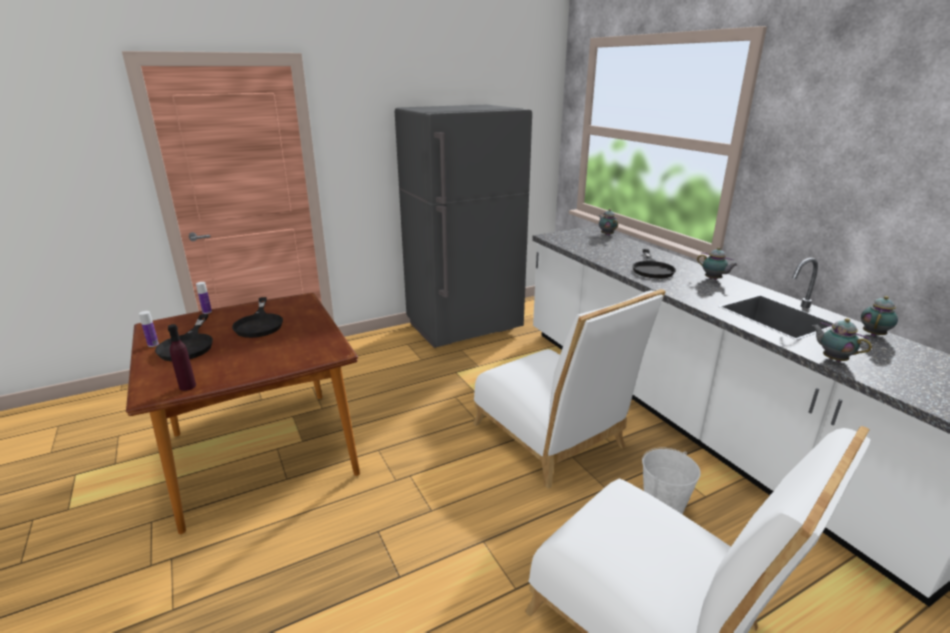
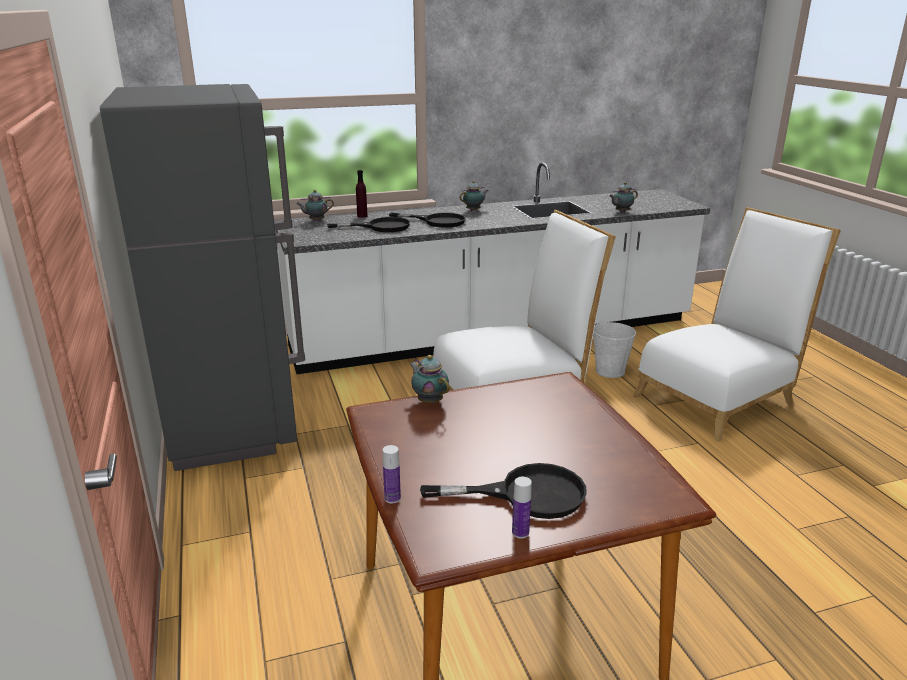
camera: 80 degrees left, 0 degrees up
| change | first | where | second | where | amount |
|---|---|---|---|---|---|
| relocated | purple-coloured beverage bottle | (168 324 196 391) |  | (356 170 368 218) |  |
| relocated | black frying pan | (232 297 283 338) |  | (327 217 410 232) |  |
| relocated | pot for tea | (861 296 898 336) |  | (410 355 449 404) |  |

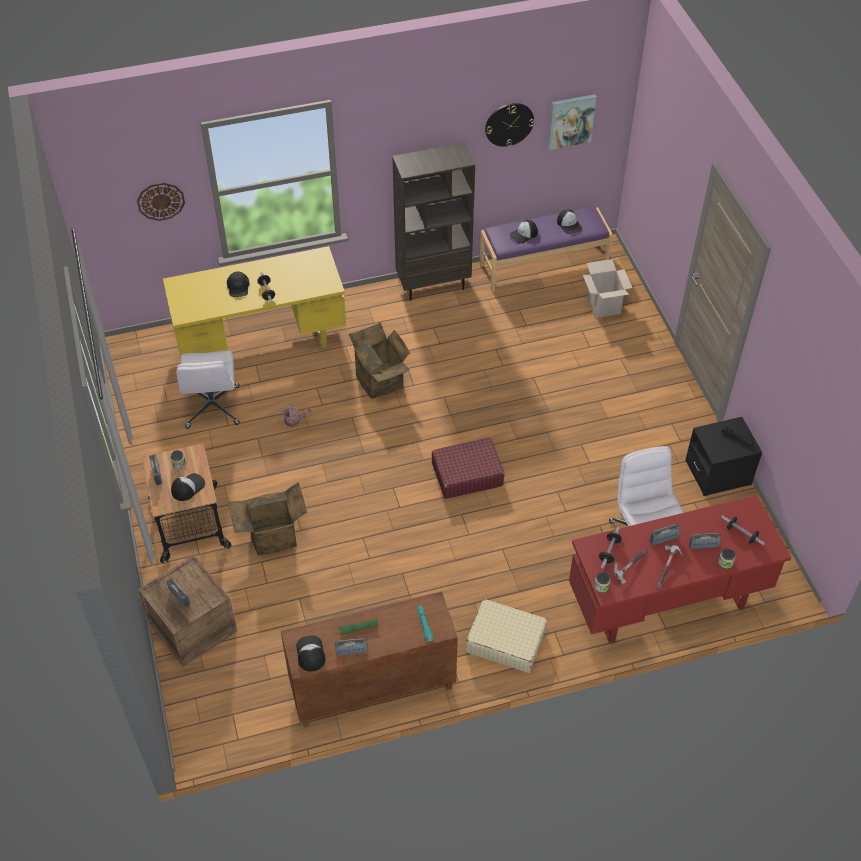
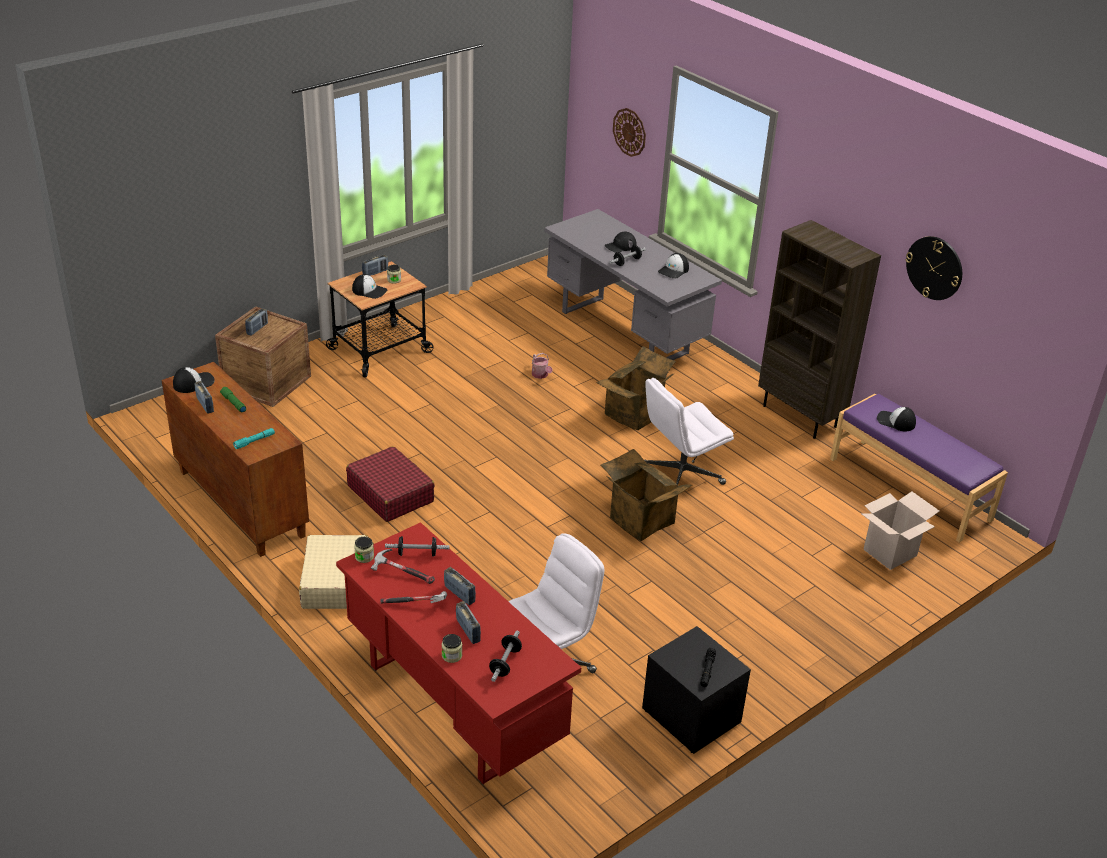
camera: 65 degrees right, 15 degrees down
| change | first | where | second | where | amount |
|---|---|---|---|---|---|
| colour | yellow desk | (163 246 346 359) | grey desk | (544 209 722 360) |  |
| relocated | whitish computer chair | (176 350 240 429) |  | (645 378 734 485) |  |
| relocated | carton | (227 482 307 555) |  | (601 449 692 541) |  |
| relocated | red-coloured travel case | (432 438 505 499) |  | (346 446 435 522) |  |
| missing | wall art | (548 94 596 150) |  |  |  |
| relocated | cap | (557 209 582 234) |  | (658 253 689 279) |  |

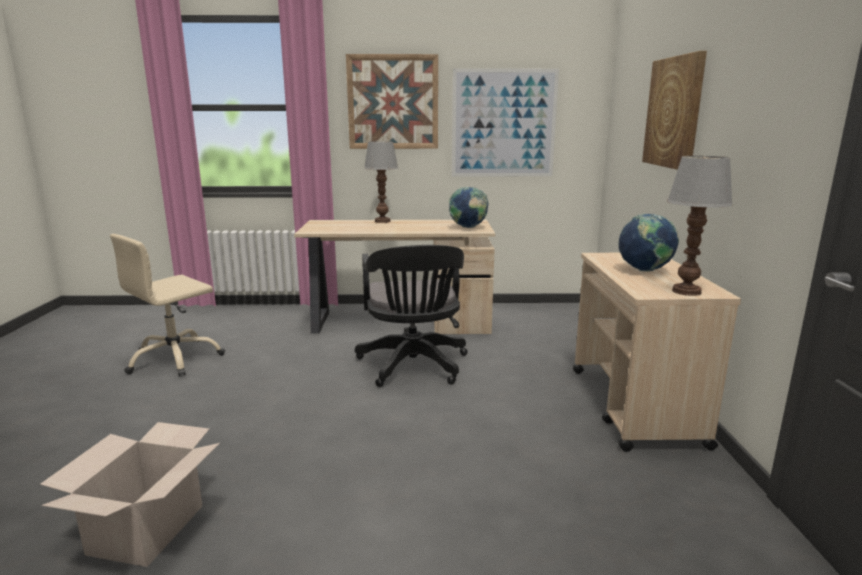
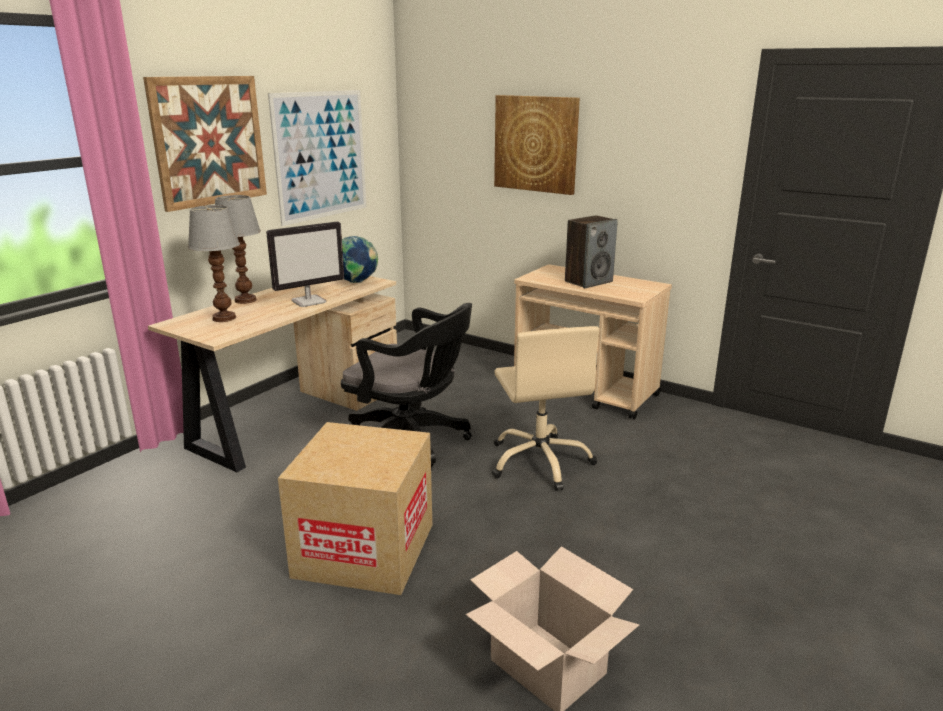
camera: 55 degrees left, 5 degrees up
| change | first | where | second | where | amount |
|---|---|---|---|---|---|
| relocated | beige computer chair | (110 234 225 377) |  | (492 326 599 491) |  |
| exchanged | globe | (619 214 679 272) | audio speaker | (565 215 618 288) |  |
| relocated | table lamp | (667 156 733 296) |  | (188 205 240 322) |  |
| appeared |  |  | computer screen | (266 221 344 307) |  |
| appeared |  |  | carton | (278 422 432 595) |  |

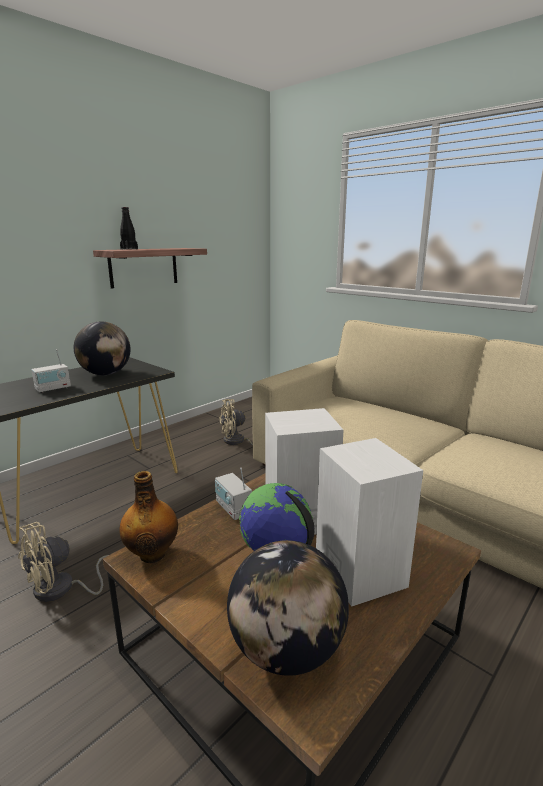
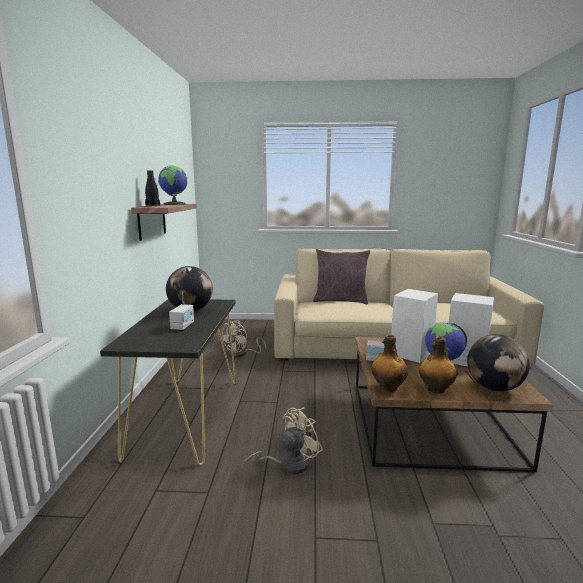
camera: 40 degrees left, 5 degrees down
| change | first | where | second | where | amount |
|---|---|---|---|---|---|
| spun | beige electric fan | (18 522 109 602) |  | (243 408 323 474) | 135 degrees counterclockwise |
| appeared |  |  | globe | (158 165 188 205) |  |
| appeared |  |  | grey pillow | (313 249 370 304) |  |
| appeared |  |  | beverage bottle | (419 336 457 394) |  |

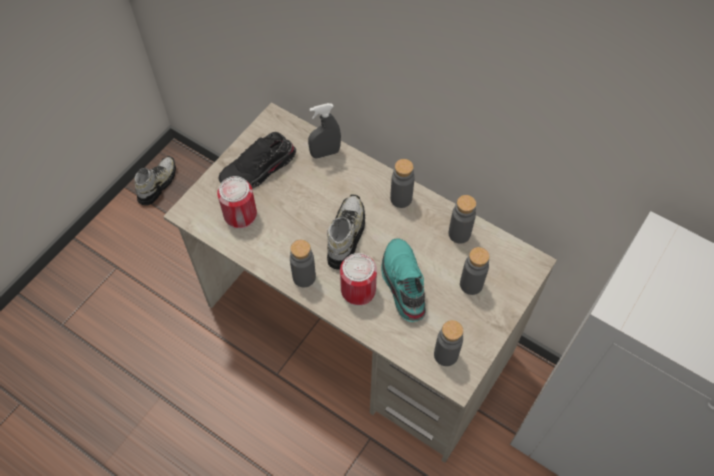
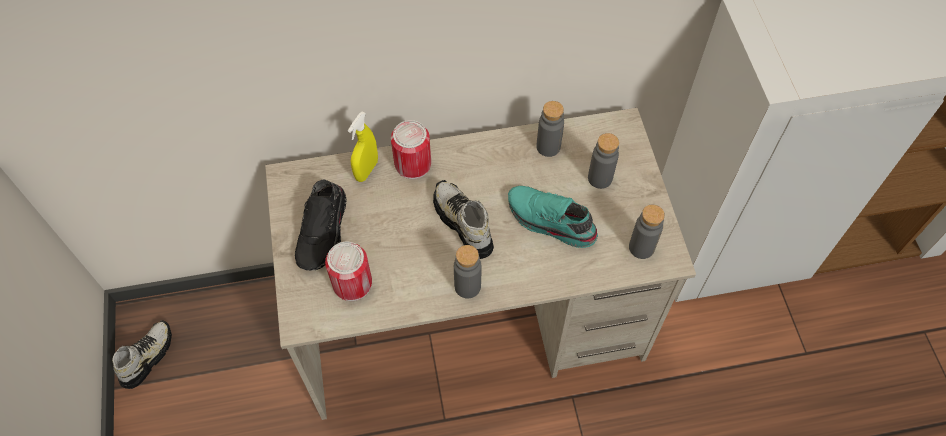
camera: 45 degrees left, 0 degrees up
| change | first | where | second | where | amount |
|---|---|---|---|---|---|
| spun | shoe | (134 156 176 206) |  | (112 320 172 389) | 45 degrees clockwise |
| colour | grey spray bottle | (308 103 341 158) | yellow spray bottle | (348 112 378 182) |  |
| relocated | sealed can | (340 253 377 306) |  | (391 120 431 179) |  |
| missing | grey beverage bottle | (390 159 415 208) |  |  |  |

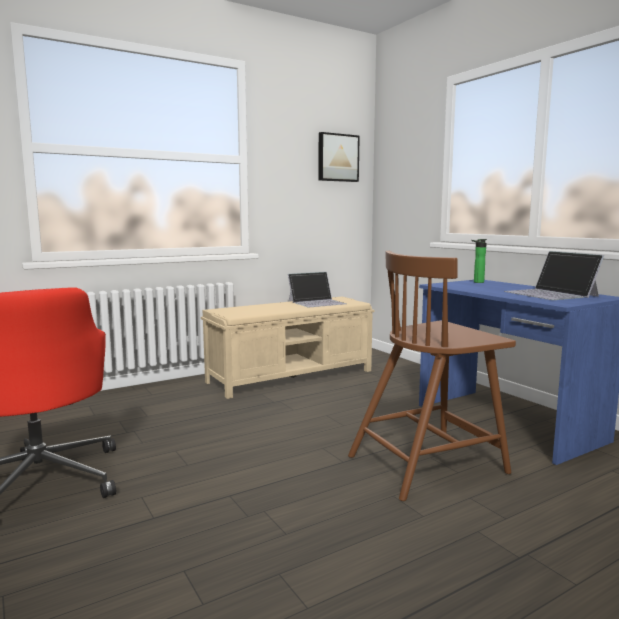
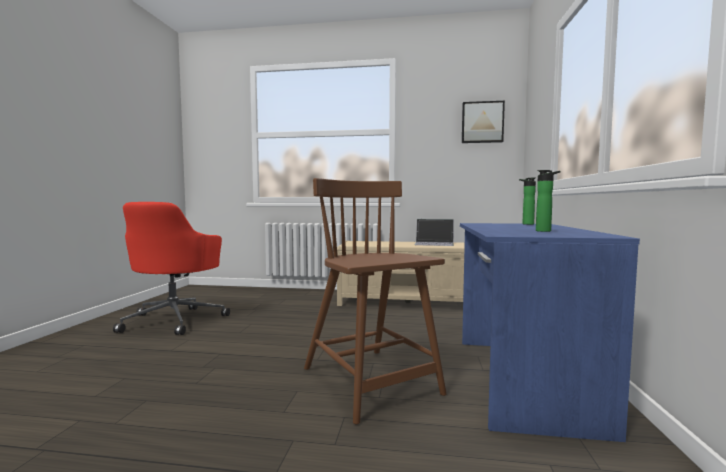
camera: 40 degrees right, 5 degrees down
| change | first | where | second | where | amount |
|---|---|---|---|---|---|
| spun | brown upright chair | (348 251 516 501) |  | (304 178 446 425) | 45 degrees clockwise |
| exchanged | laptop | (504 251 604 300) | beverage bottle | (536 170 560 232) |  |

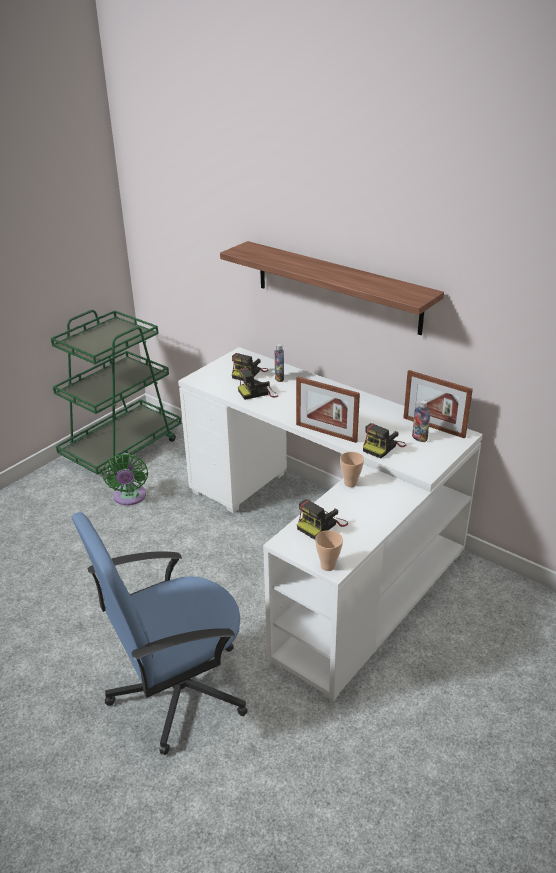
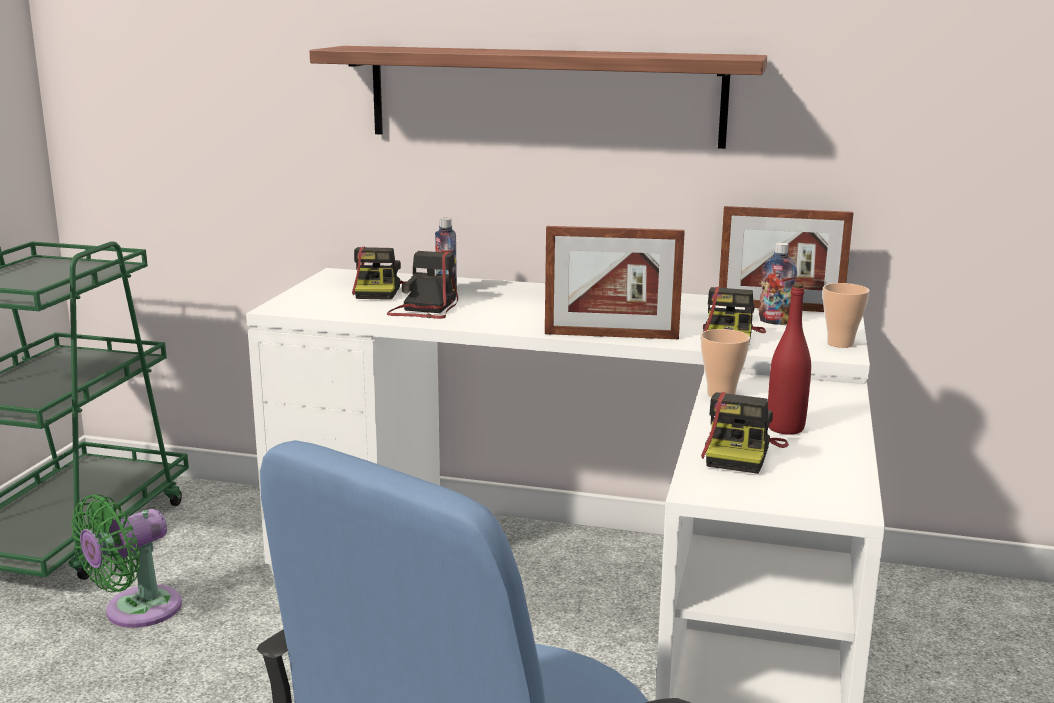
camera: 25 degrees left, 15 degrees down
| change | first | where | second | where | amount |
|---|---|---|---|---|---|
| spun | greenish electric fan | (102 453 148 505) |  | (71 494 182 628) | 75 degrees clockwise |
| spun | photo camera | (238 368 278 400) |  | (387 251 458 319) | 150 degrees clockwise |
| relocated | small cup | (315 530 343 571) |  | (823 283 870 348) |  |
| appeared |  |  | red-coloured beverage bottle | (768 283 811 435) |  |

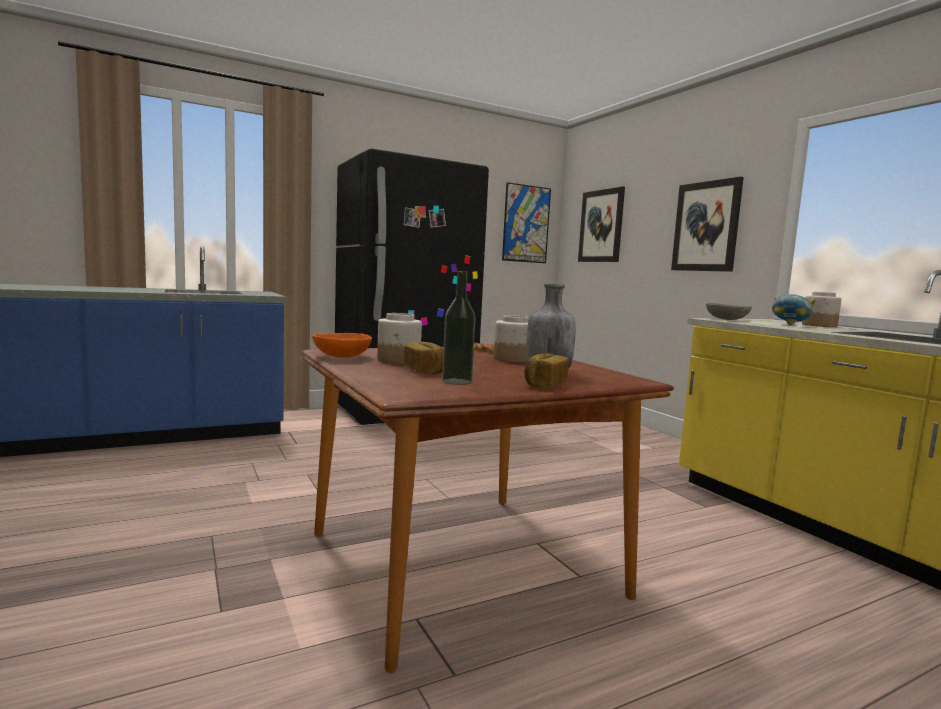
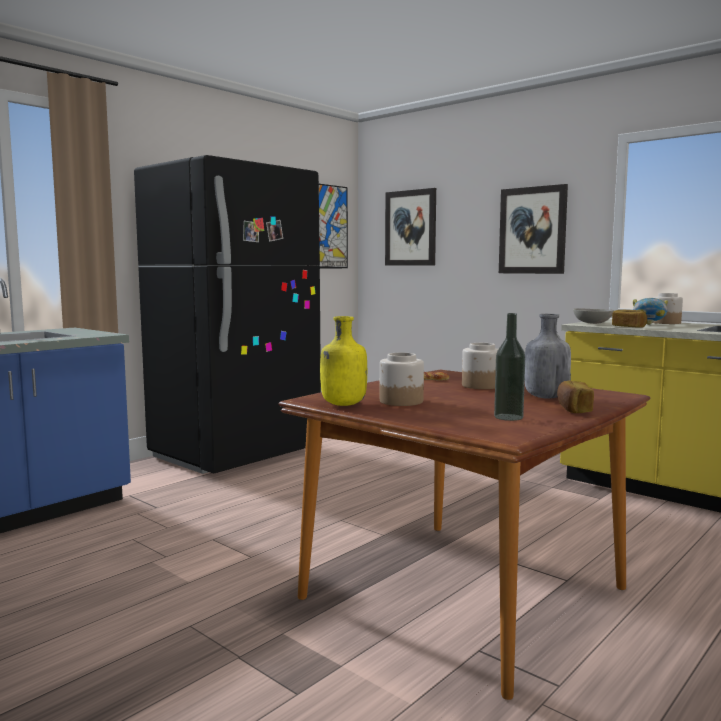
camera: 20 degrees left, 0 degrees up
| change | first | where | second | where | amount |
|---|---|---|---|---|---|
| exchanged | orangey deep dish | (312 333 372 357) | yellow beverage bottle | (320 316 367 406) |  |
| relocated | bread | (404 342 443 374) |  | (612 310 647 327) |  |

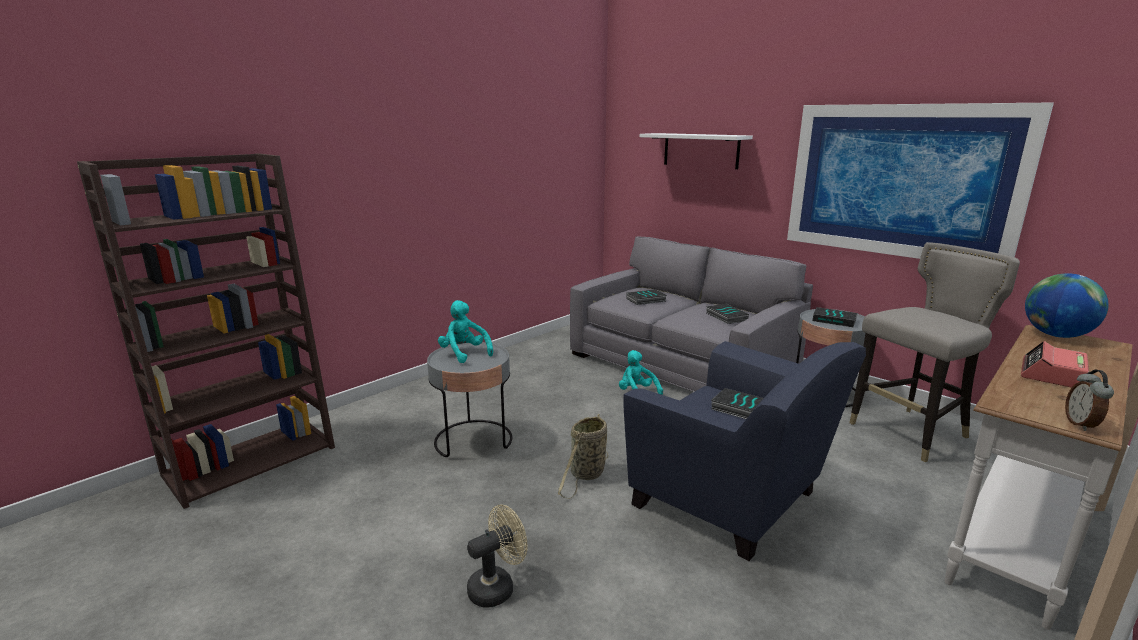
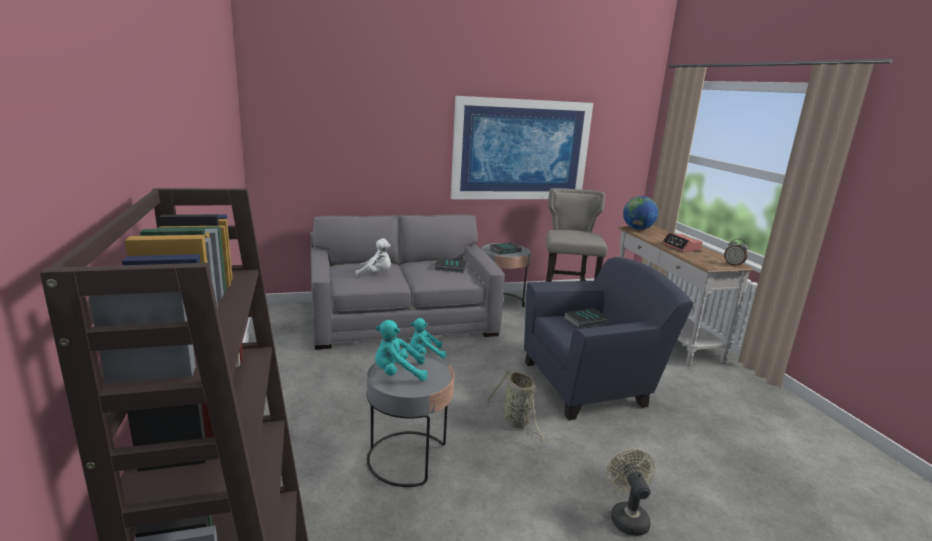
camera: 60 degrees left, 0 degrees up
| change | first | where | second | where | amount |
|---|---|---|---|---|---|
| exchanged | volume | (627 289 667 305) | whitish cuddly toy | (356 238 391 277) |  |
| missing | whitish shelf | (639 133 753 169) |  |  |  |

